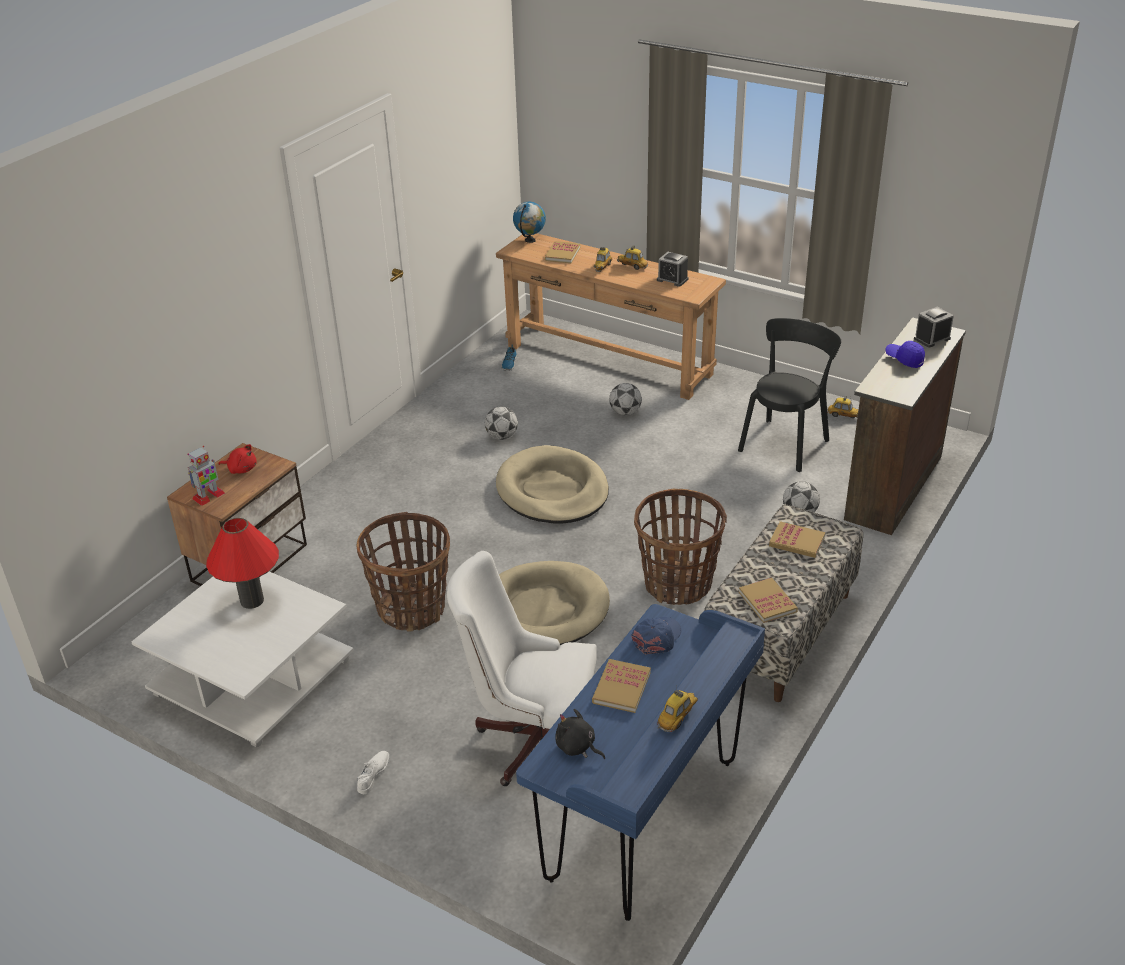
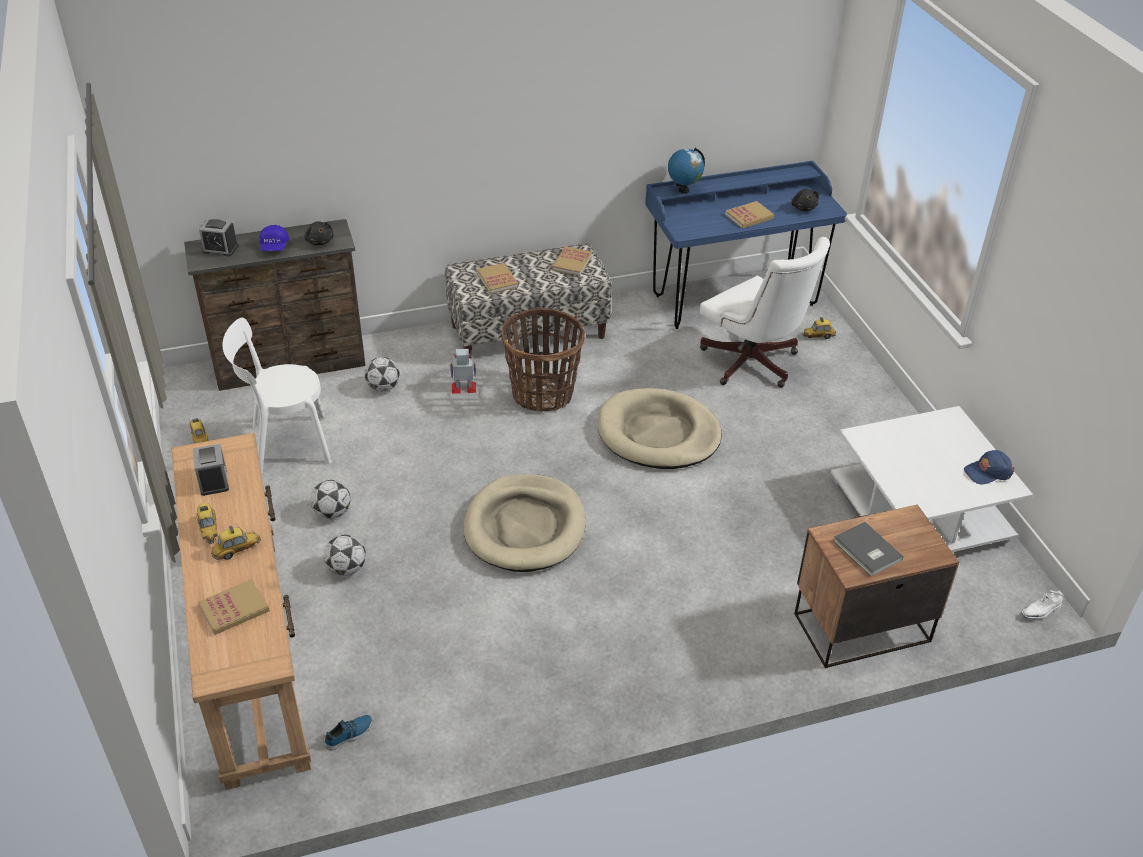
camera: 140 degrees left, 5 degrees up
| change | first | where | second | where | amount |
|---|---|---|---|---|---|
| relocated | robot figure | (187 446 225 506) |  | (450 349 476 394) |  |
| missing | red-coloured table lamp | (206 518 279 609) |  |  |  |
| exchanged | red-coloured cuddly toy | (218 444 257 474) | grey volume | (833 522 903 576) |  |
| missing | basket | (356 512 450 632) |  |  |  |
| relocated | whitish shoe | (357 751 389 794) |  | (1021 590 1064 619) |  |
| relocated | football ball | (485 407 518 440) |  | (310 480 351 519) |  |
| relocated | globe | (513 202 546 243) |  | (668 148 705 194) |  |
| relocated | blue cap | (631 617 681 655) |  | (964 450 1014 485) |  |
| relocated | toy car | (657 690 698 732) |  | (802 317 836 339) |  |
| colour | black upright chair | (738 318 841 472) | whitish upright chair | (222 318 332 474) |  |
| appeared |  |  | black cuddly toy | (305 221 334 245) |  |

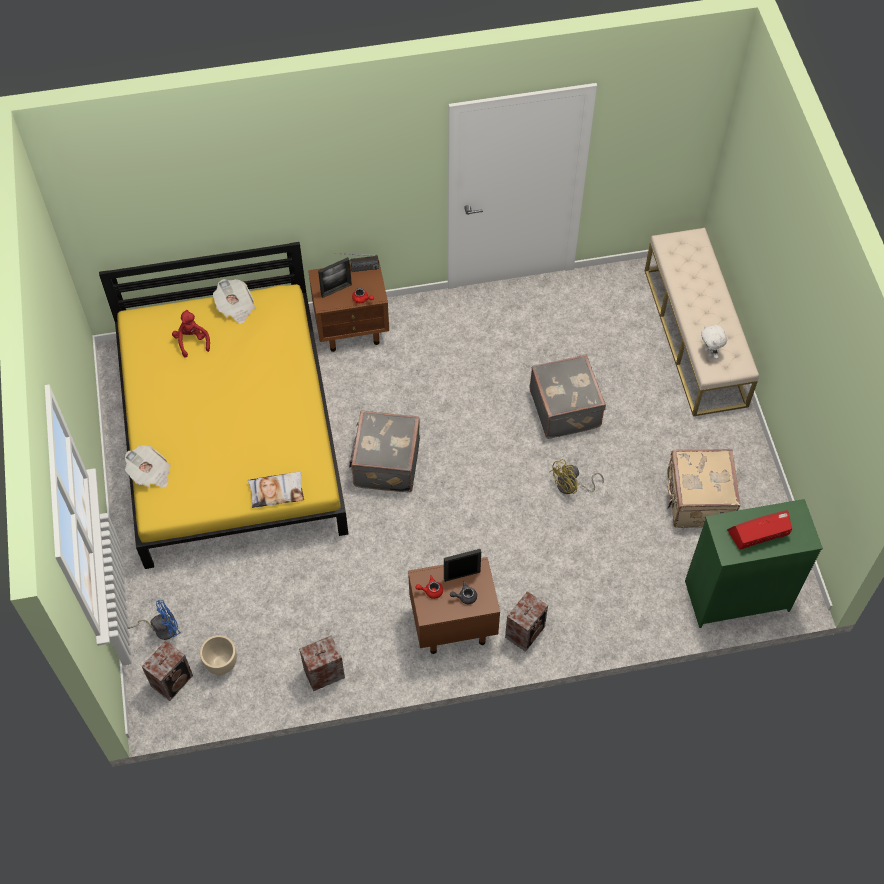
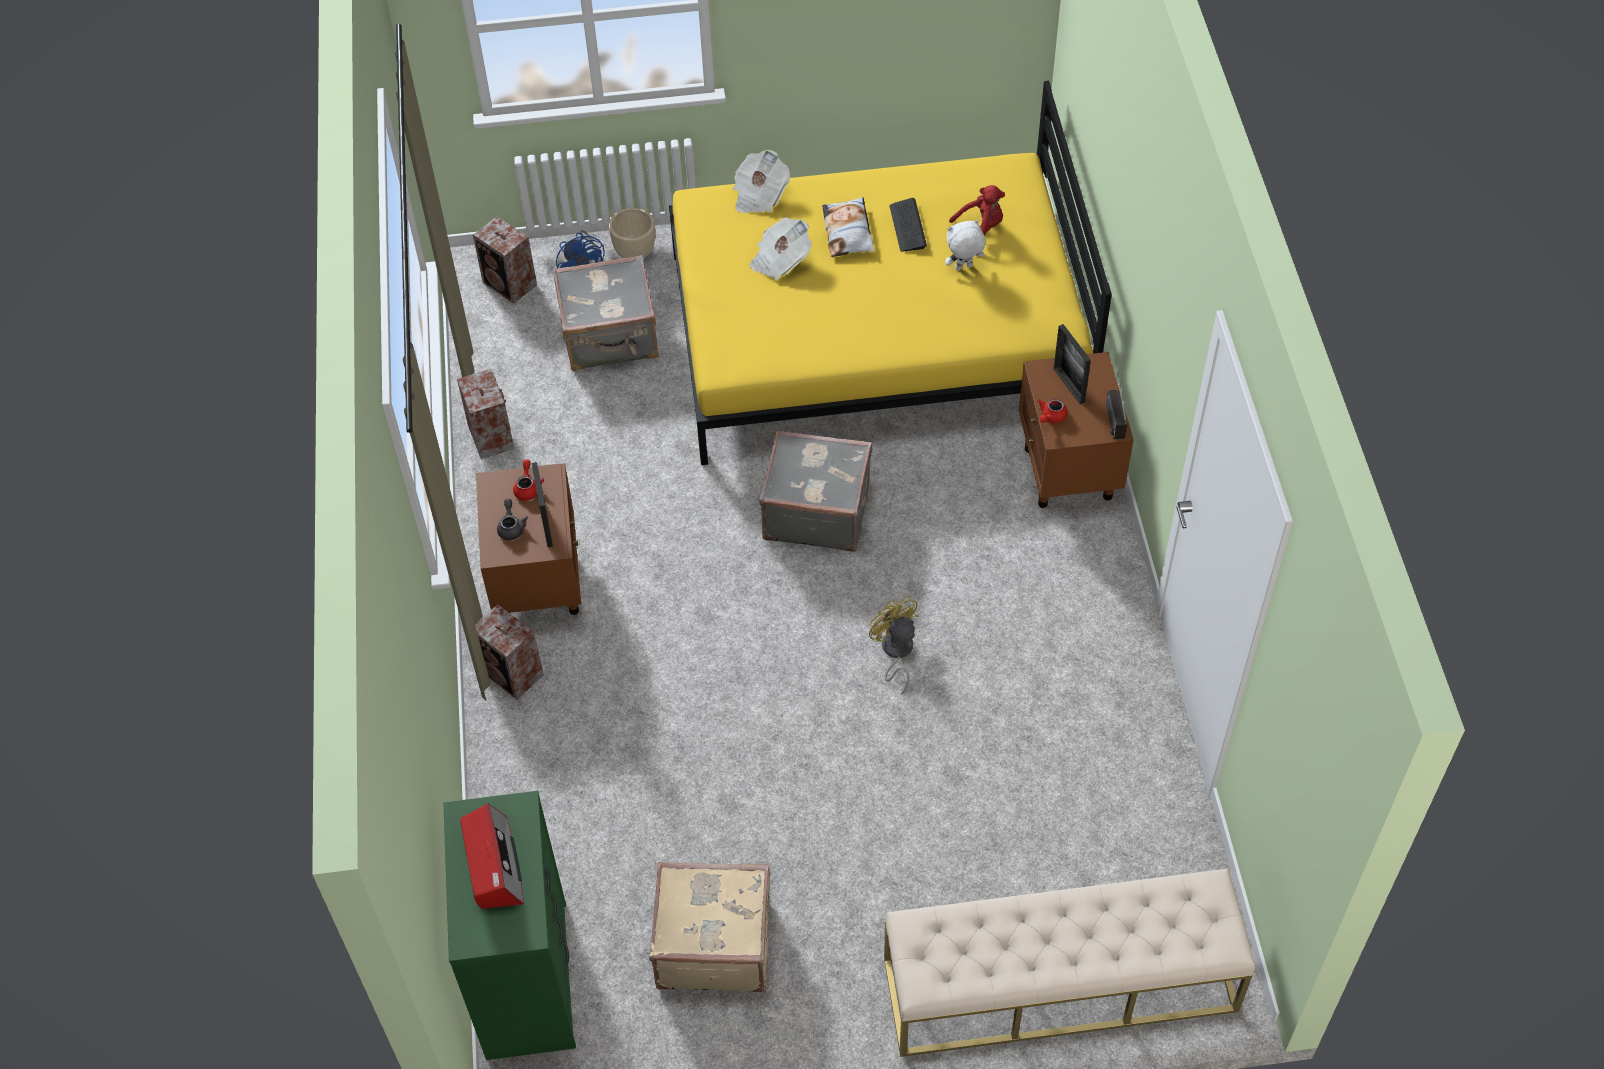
camera: 95 degrees right, 5 degrees down
| change | first | where | second | where | amount |
|---|---|---|---|---|---|
| relocated | beige planter | (200 635 237 675) |  | (609 208 655 258) |  |
| relocated | daily paper | (213 279 256 324) |  | (749 217 812 280) |  |
| relocated | pillow | (247 472 304 508) |  | (822 197 874 257) |  |
| relocated | grey travel case | (529 354 606 439) |  | (553 255 659 371) |  |
| relocated | yellow electric fan | (550 459 604 494) |  | (869 595 919 695) |  |
| relocated | whitish cuddly toy | (701 325 727 359) |  | (945 219 985 271) |  |
| appeared |  |  | keyboard | (890 198 927 252) |  |

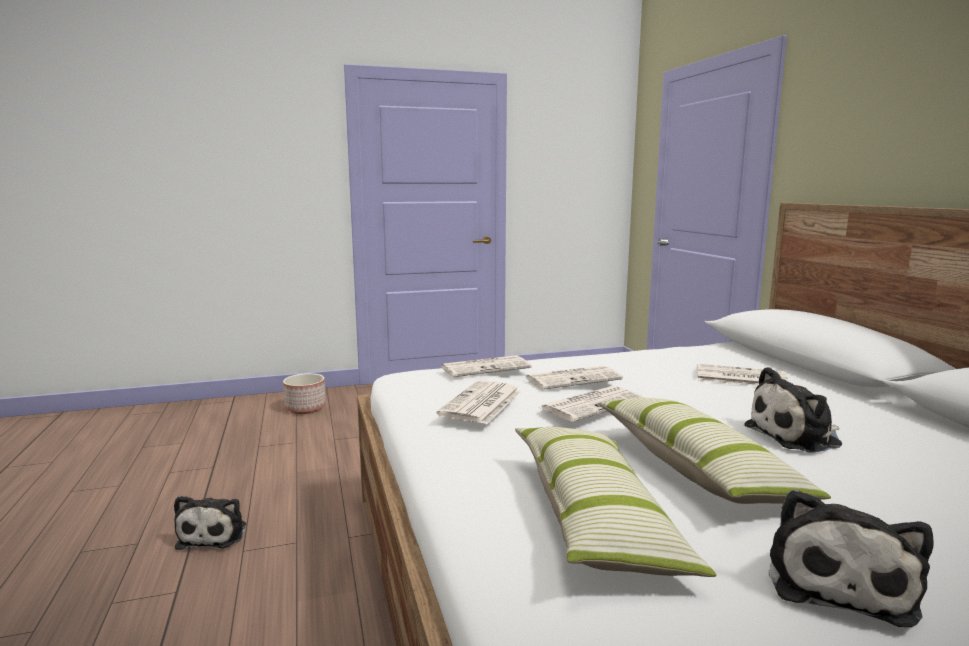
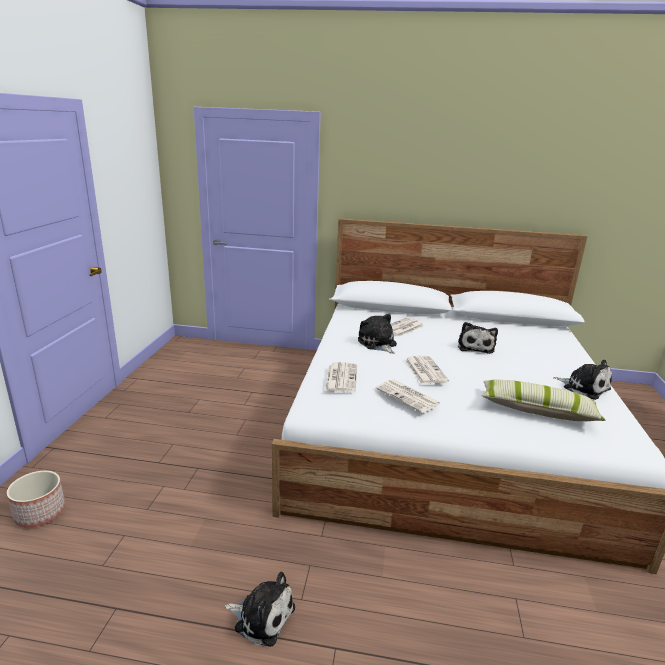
camera: 65 degrees left, 10 degrees up
| change | first | where | second | where | amount |
|---|---|---|---|---|---|
| missing | daily paper | (524 366 623 390) |  |  |  |
| missing | pillow | (598 398 831 504) |  |  |  |
| appeared |  |  | cuddly toy | (358 314 397 354) |  |

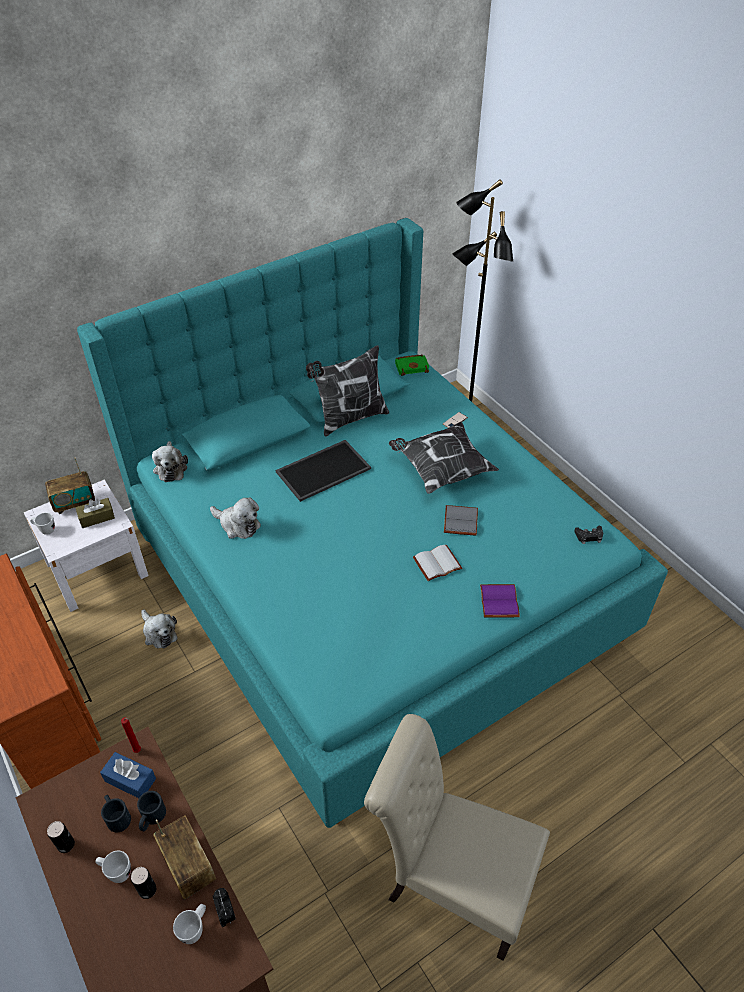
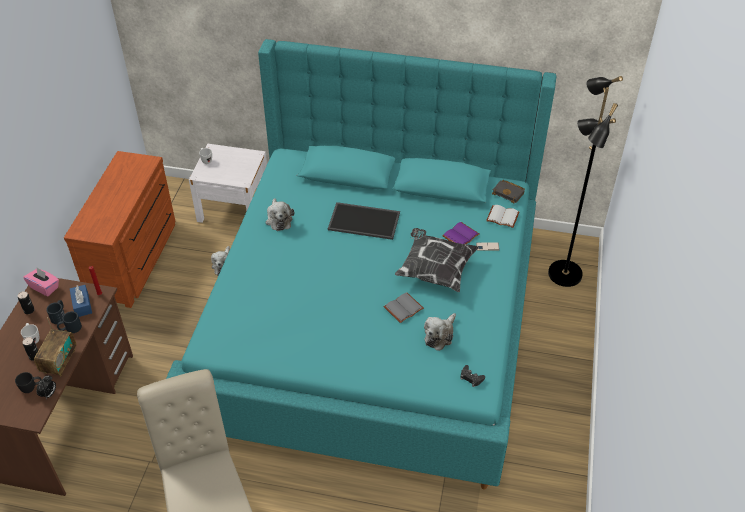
camera: 45 degrees right, 0 degrees up
| change | first | where | second | where | amount |
|---|---|---|---|---|---|
| missing | radio set | (45 457 95 514) |  |  |  |
| missing | brown tissue holder | (76 498 115 528) |  |  |  |
| relocated | cuddly toy | (152 441 188 482) |  | (424 313 456 351) |  |
| colour | whitish coffee mug | (173 904 206 944) | black coffee mug | (15 372 42 393) |  |
| missing | pillow | (306 345 389 437) |  |  |  |
| colour | greenish volume | (395 354 430 376) | black volume | (492 180 525 203) |  |
| relocated | whitish volume | (413 545 462 581) |  | (486 205 519 228) |  |
| relocated | purple-coloured volume | (480 584 520 618) |  | (443 222 479 244) |  |
| appeared |  |  | pinkish tissue holder | (23 268 59 296) |  |

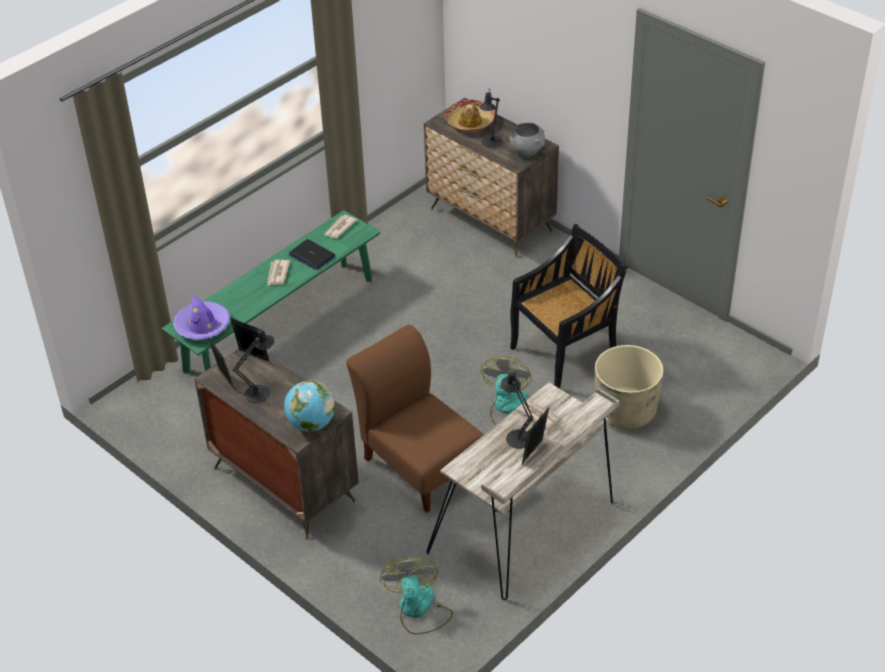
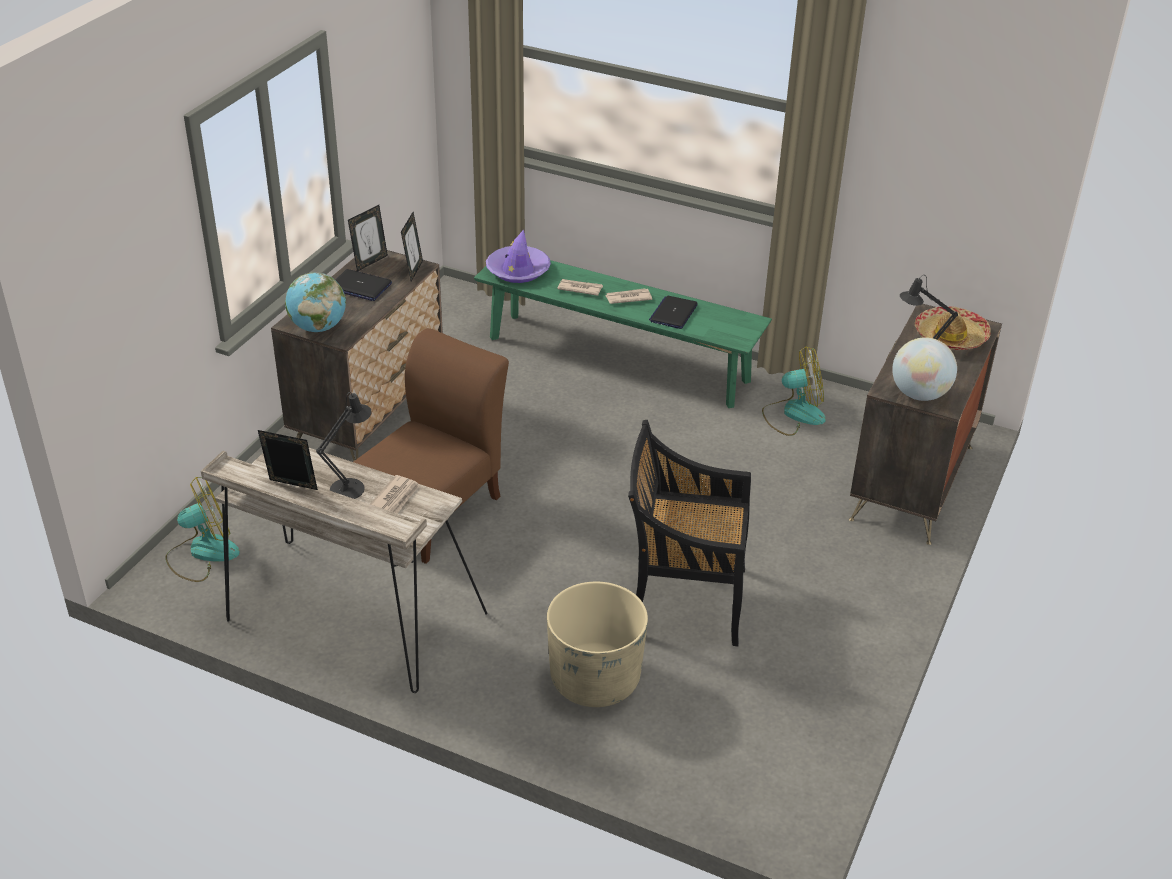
camera: 70 degrees right, 5 degrees down
| change | first | where | second | where | amount |
|---|---|---|---|---|---|
| exchanged | black table lamp | (233 328 274 403) | laptop | (336 269 392 301) |  |
| relocated | daily paper | (324 215 357 239) |  | (557 279 603 296) |  |
| relocated | electric fan | (481 356 532 425) |  | (762 346 826 436) |  |
| exchanged | grey deep dish | (510 123 545 158) | globe | (892 337 957 401) |  |
| spun | black upright chair | (510 224 628 389) |  | (628 420 751 646) | 150 degrees clockwise |

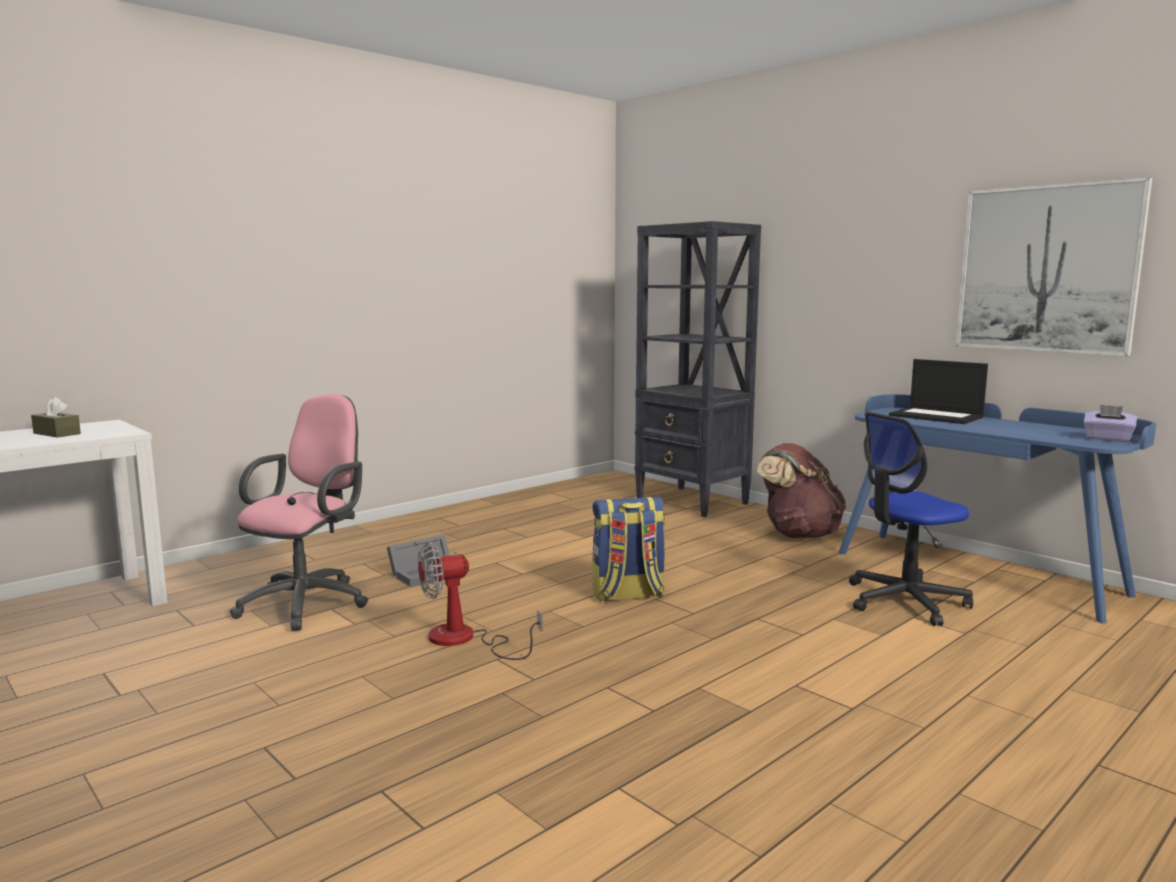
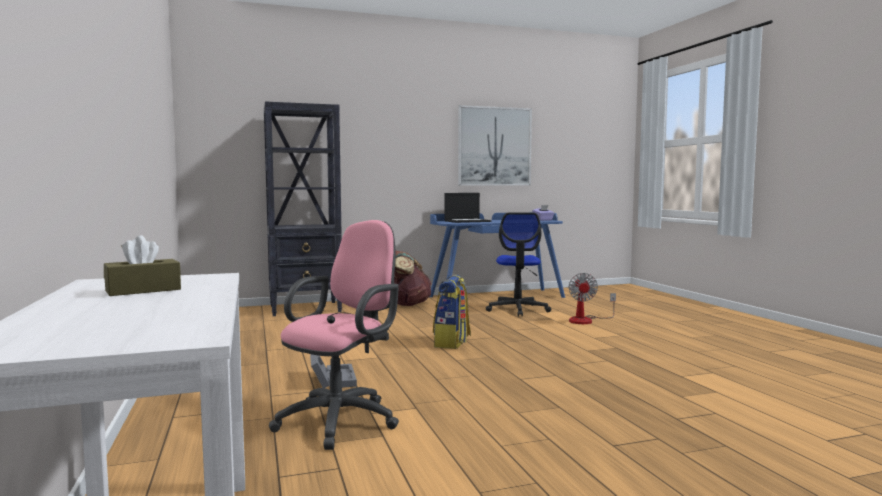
camera: 65 degrees left, 5 degrees down
| change | first | where | second | where | amount |
|---|---|---|---|---|---|
| spun | pinkish computer chair | (230 394 368 631) |  | (269 220 399 450) | 75 degrees clockwise |
| relocated | electric fan | (418 542 542 660) |  | (569 273 616 324) |  |

